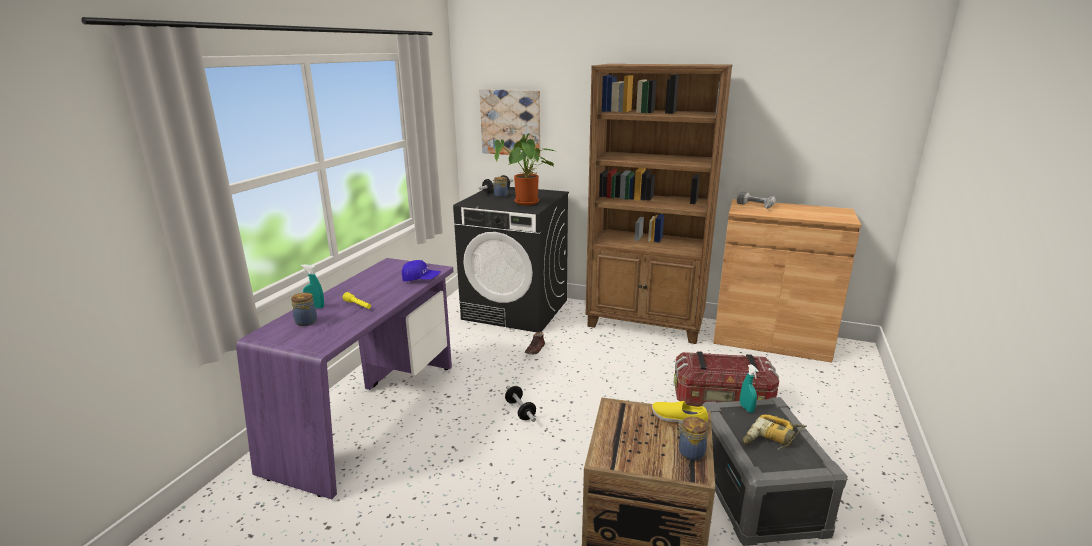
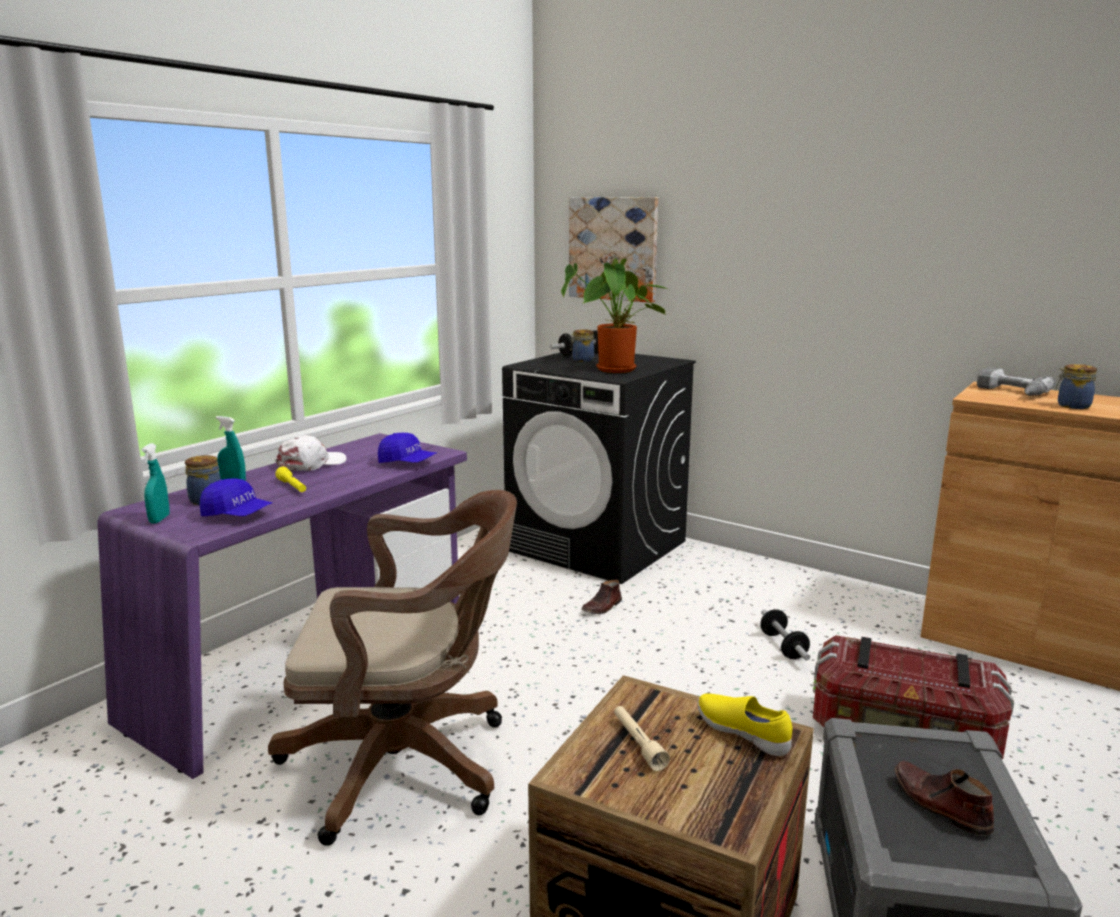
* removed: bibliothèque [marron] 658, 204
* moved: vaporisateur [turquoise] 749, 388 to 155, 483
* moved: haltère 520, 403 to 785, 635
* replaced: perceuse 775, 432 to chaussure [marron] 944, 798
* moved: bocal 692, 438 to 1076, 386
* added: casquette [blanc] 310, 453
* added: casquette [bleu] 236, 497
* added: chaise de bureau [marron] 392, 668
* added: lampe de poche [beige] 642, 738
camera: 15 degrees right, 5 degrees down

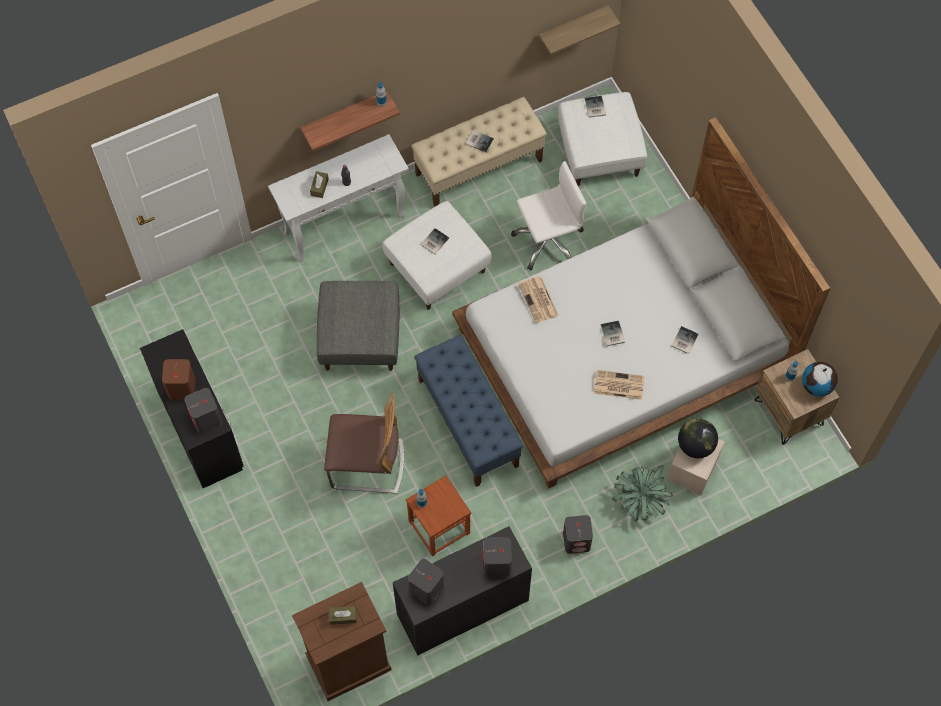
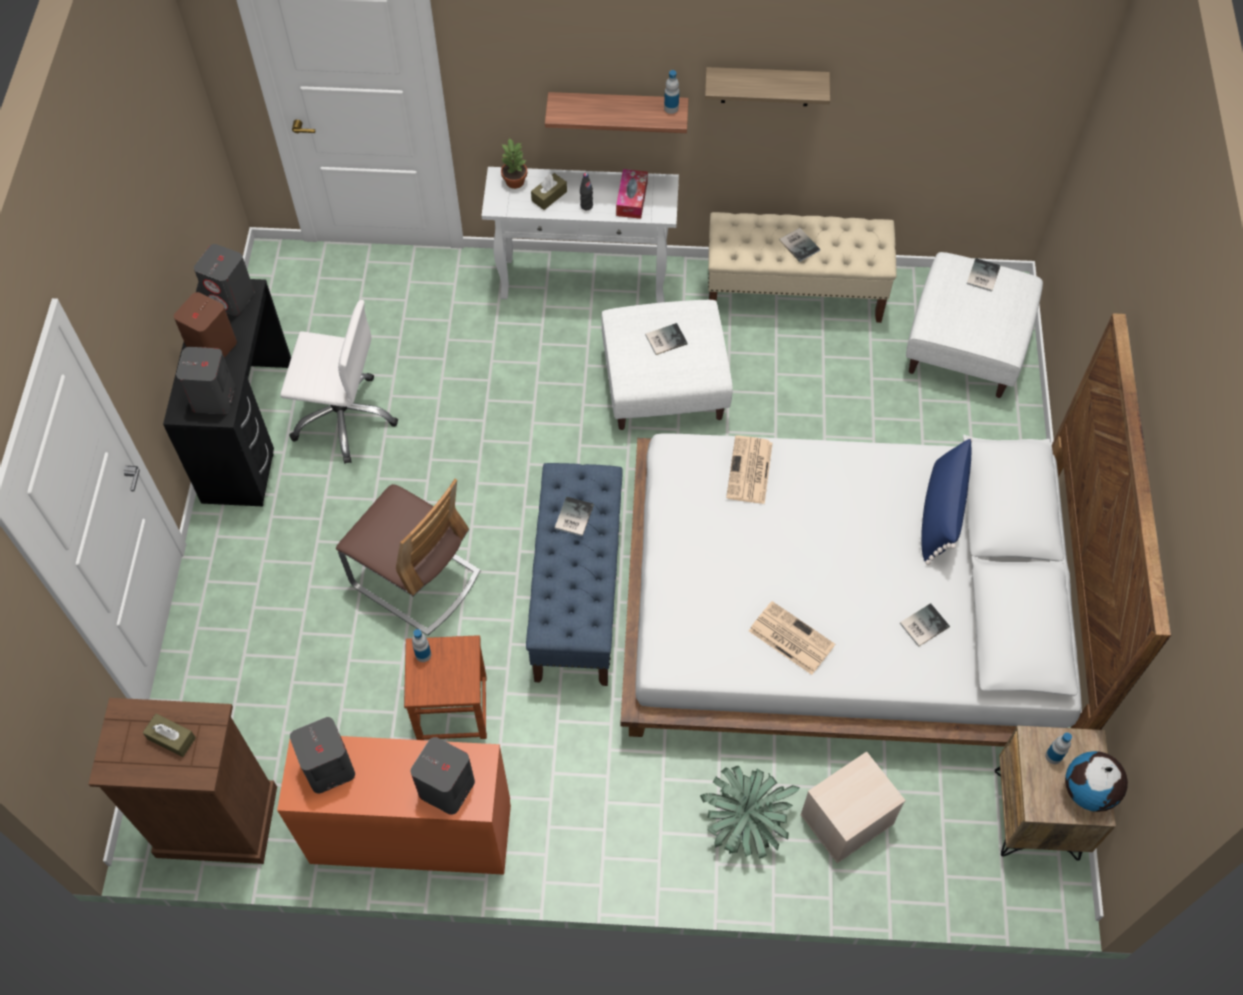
* moved: étagère 579, 30 to 767, 86
* moved: chaise de bureau [blanc] 548, 215 to 339, 382
* removed: pouf [gris] 358, 326
* moved: livre 613, 333 to 574, 516
* removed: globe 698, 438
* moved: enceinte [gris] 578, 534 to 224, 280
* recoloured: bureau [noir] 462, 590 to bureau [orange] 394, 805
* added: plante en pot 514, 163
* added: boîte à mouchoirs 632, 194
* added: coussin [bleu] 946, 501
camera: 30 degrees right, 5 degrees down

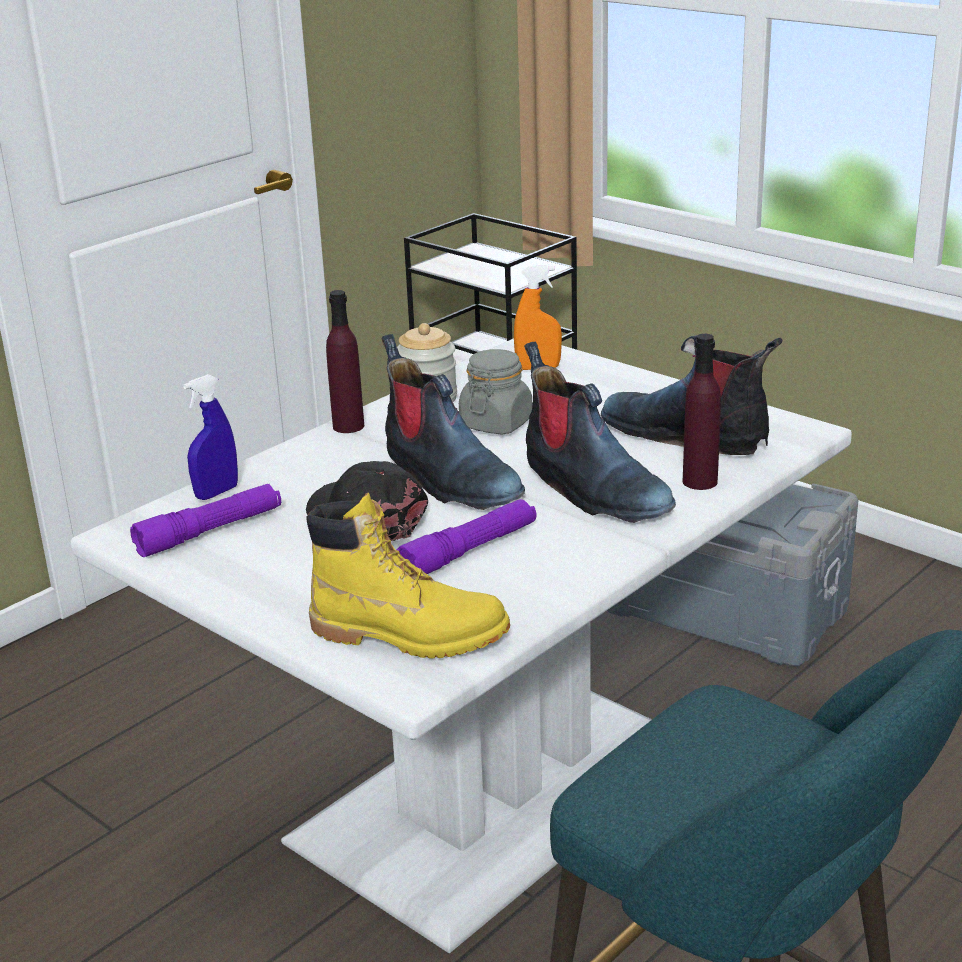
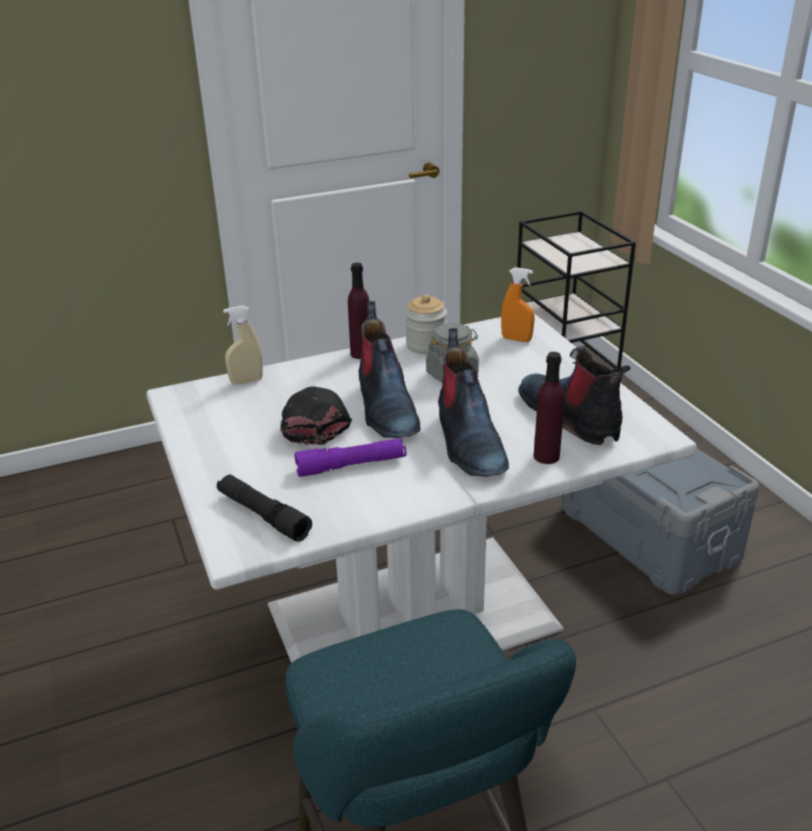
* recoloured: vaporisateur [bleu] 210, 437 to vaporisateur [beige] 243, 345
* removed: lampe de poche [violet] 205, 520
* replaced: botte [jaune] 408, 575 to lampe de poche [noir] 264, 508
camera: 25 degrees right, 5 degrees up

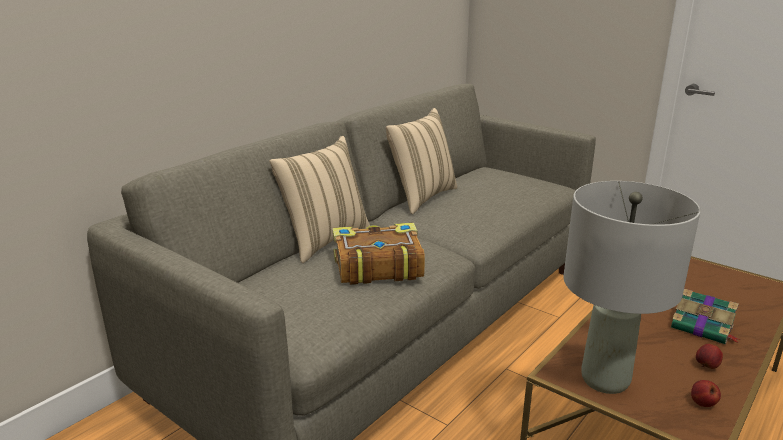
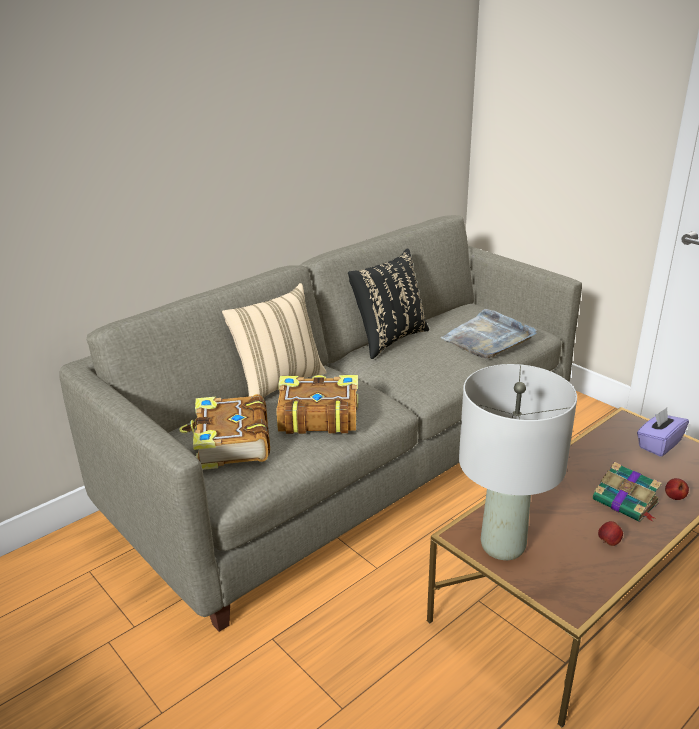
* recoloured: coussin [beige] 422, 161 to coussin [noir] 388, 303
* moved: pomme 706, 393 to 677, 489
* added: plateau [gris] 489, 334
* added: livre 224, 432
* added: boîte à mouchoirs [violet] 663, 432
camera: 10 degrees right, 5 degrees up

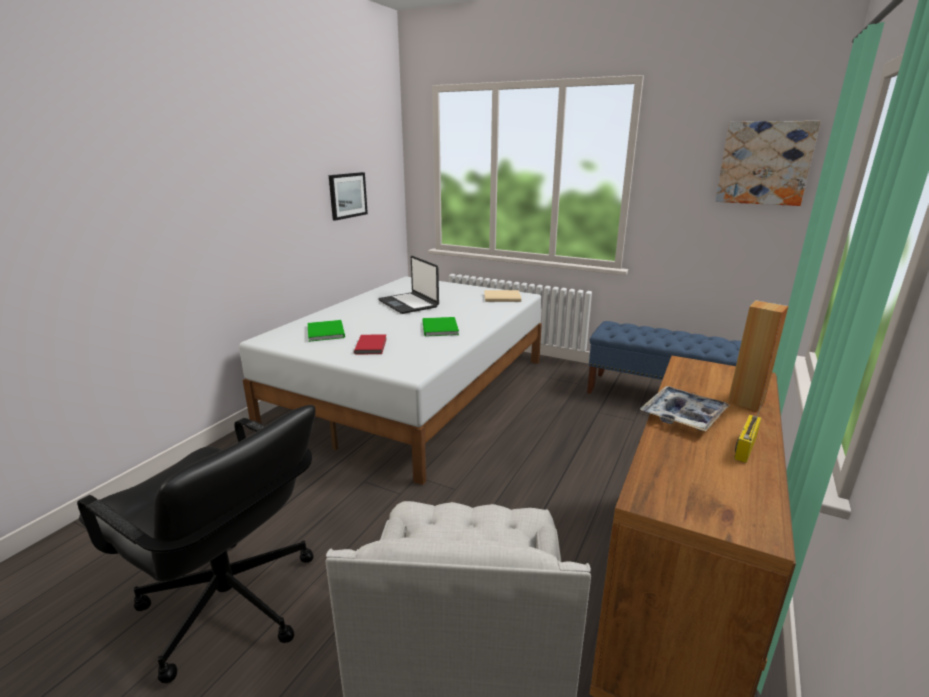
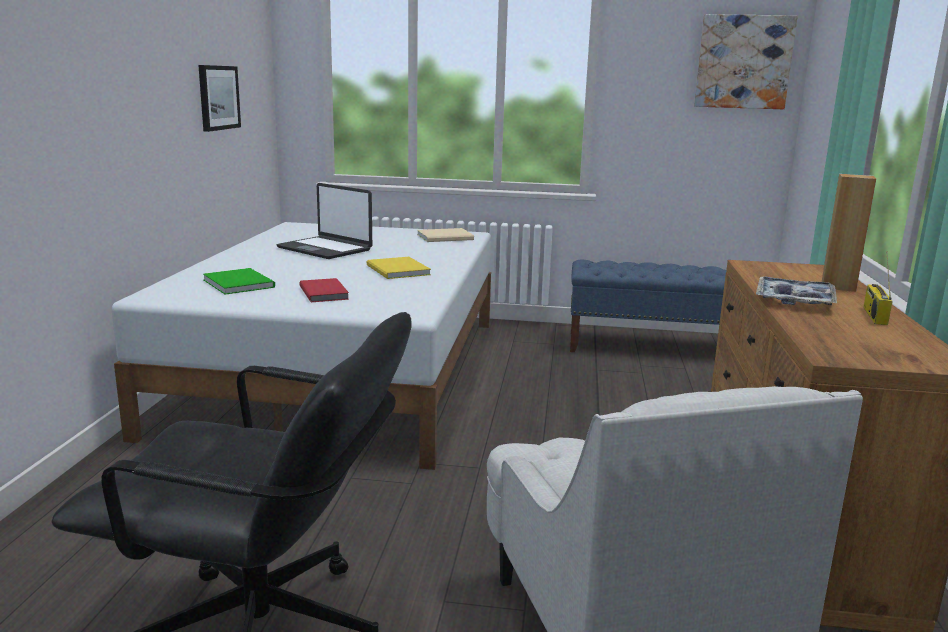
* recoloured: livre [vert] 440, 327 to livre [jaune] 399, 268
camera: 20 degrees left, 5 degrees down

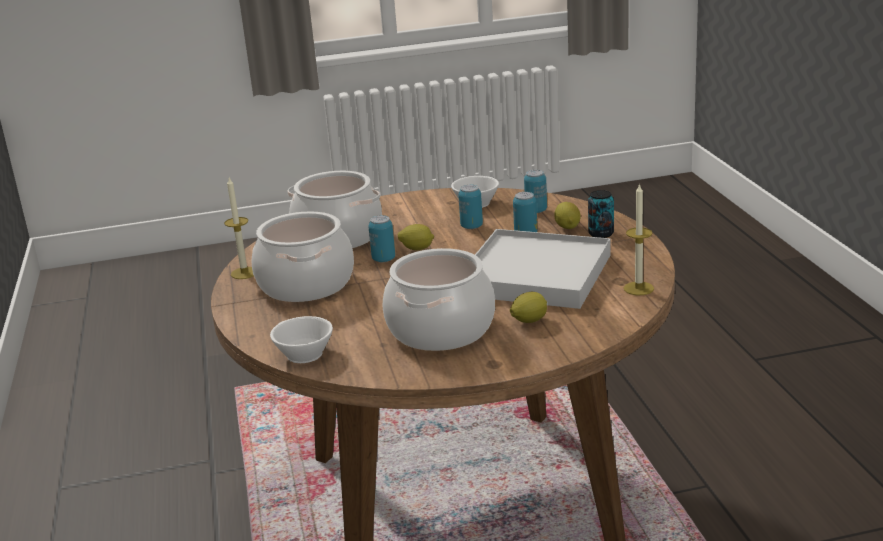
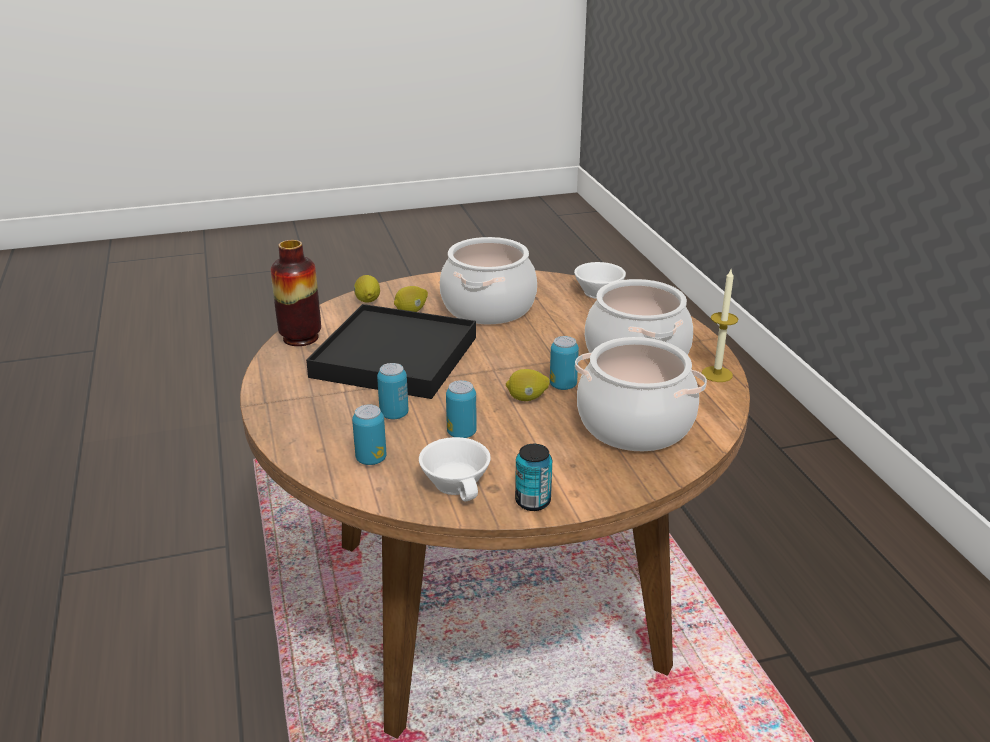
* replaced: bougie 639, 239 to vase 296, 293
* moved: boîte métallique 601, 214 to 533, 477
* moved: citron 567, 215 to 367, 289
* recoloured: plateau [blanc] 542, 269 to plateau [noir] 391, 351
camera: 175 degrees right, 5 degrees up

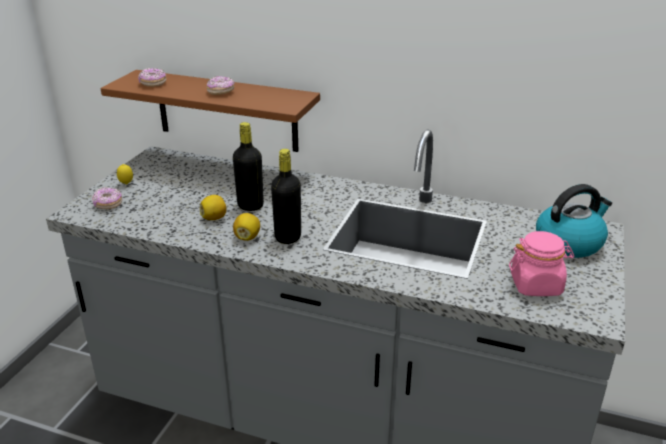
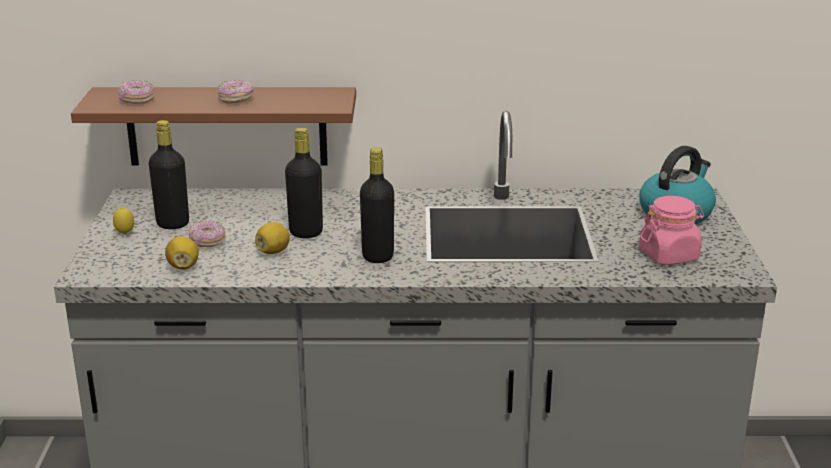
* moved: beignet 107, 198 to 207, 234
* moved: citron 246, 227 to 182, 252
* added: bouteille [noir] 169, 174
camera: 20 degrees left, 5 degrees down

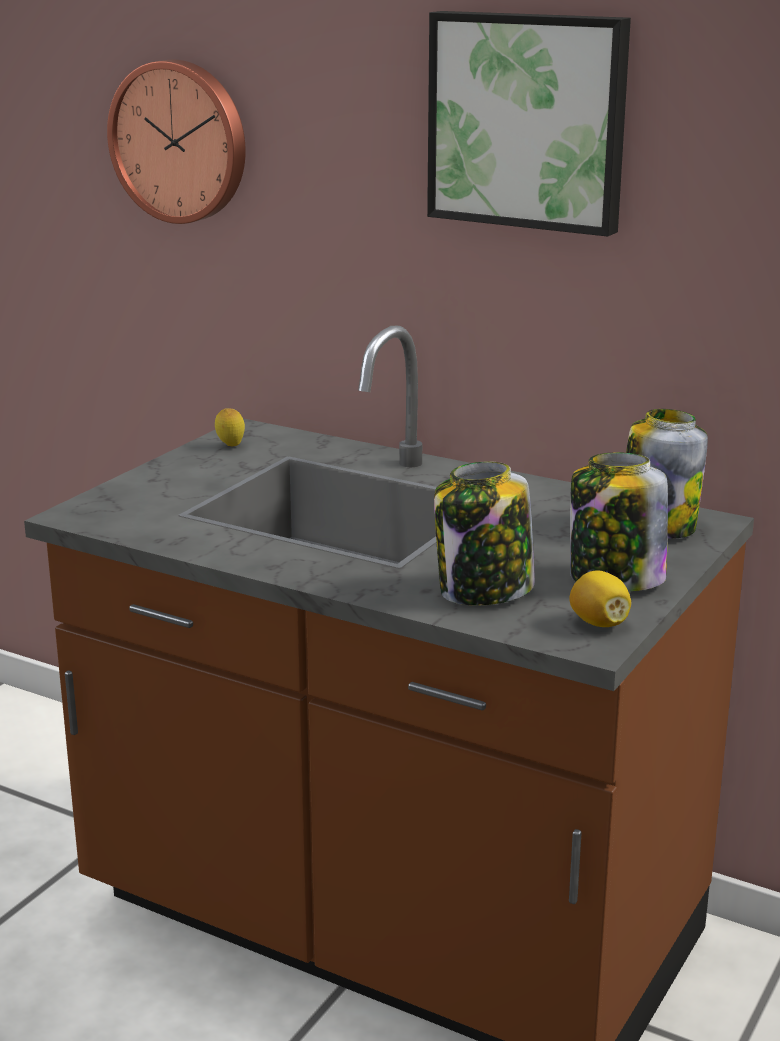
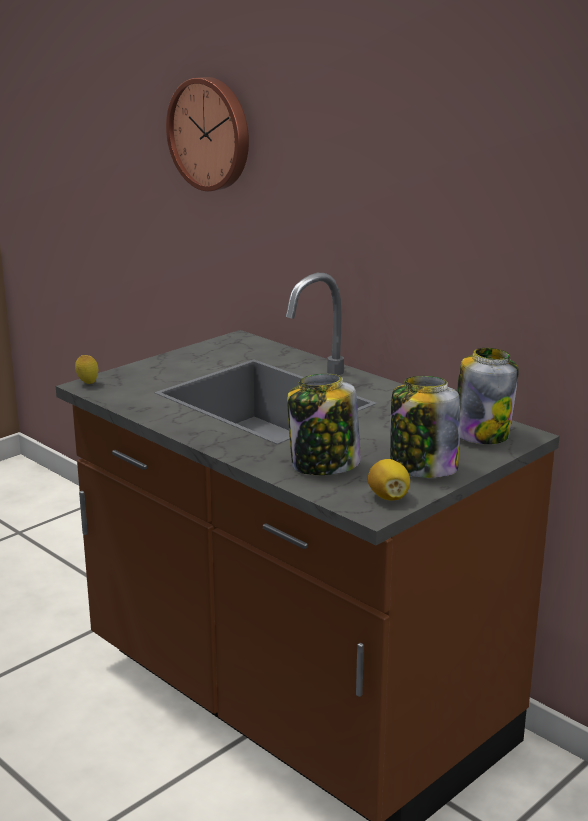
* removed: tableau 529, 124
* moved: citron 230, 427 to 86, 369
camera: 15 degrees right, 0 degrees up

